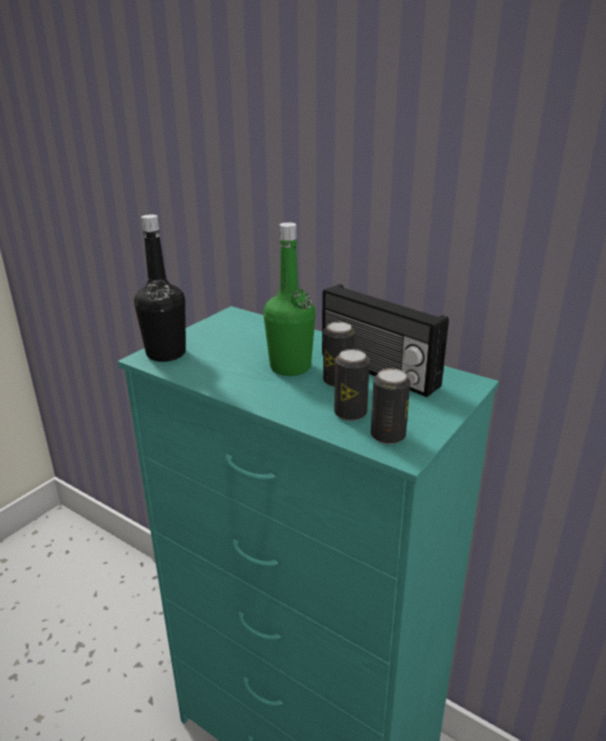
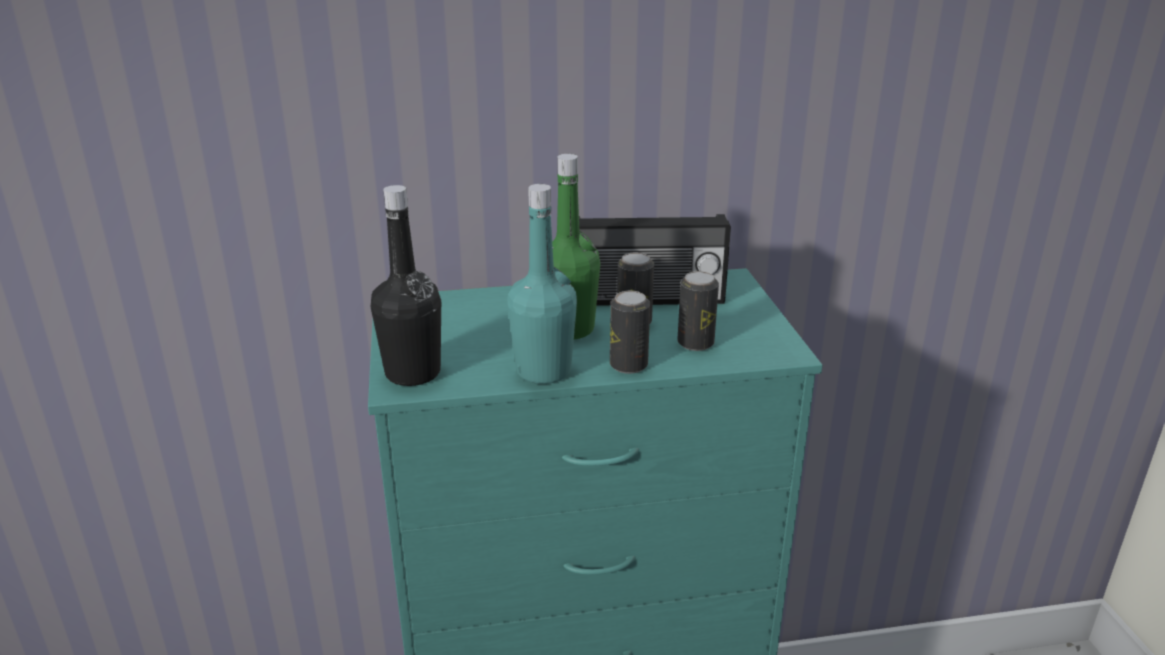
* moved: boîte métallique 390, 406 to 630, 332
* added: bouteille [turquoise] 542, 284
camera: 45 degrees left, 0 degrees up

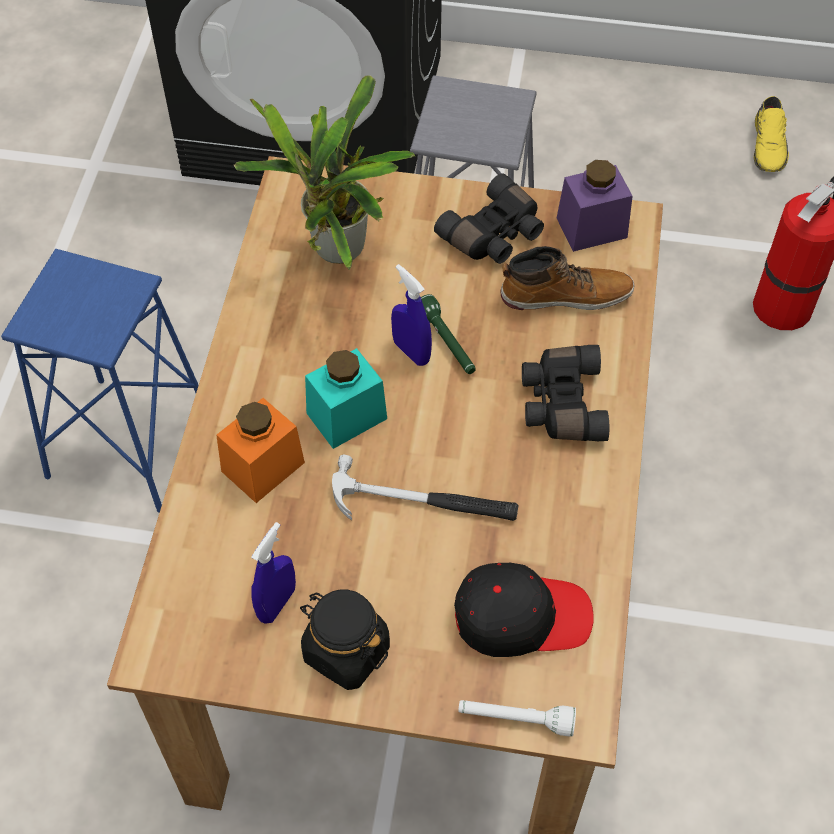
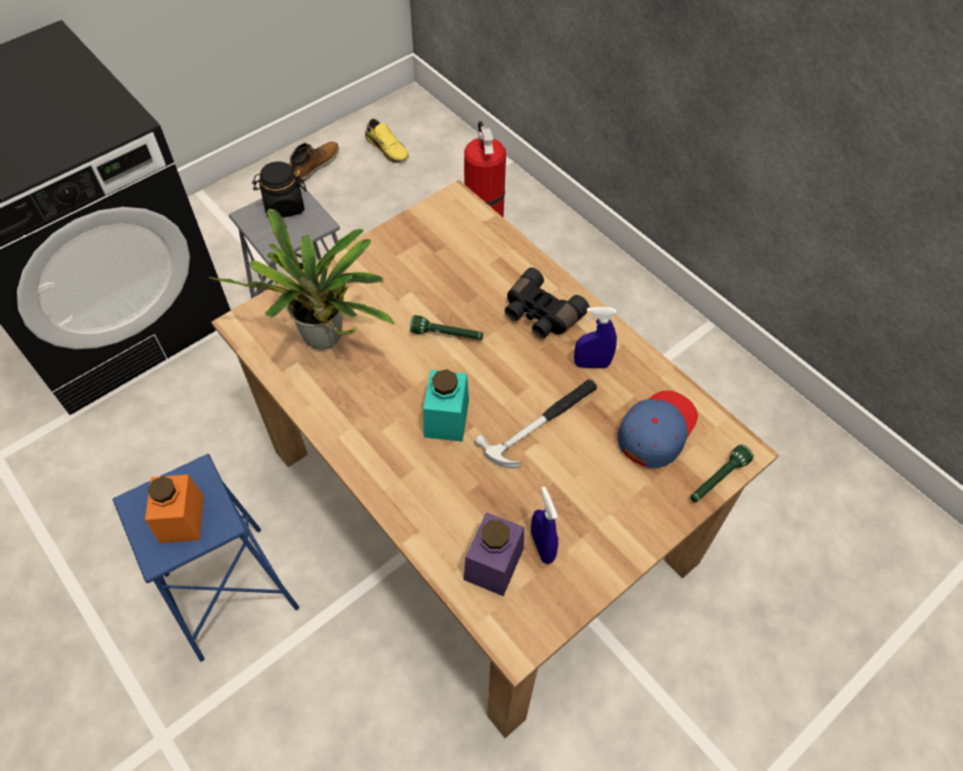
* moved: bocal [violet] 595, 206 to 493, 554
* removed: jumelles [noir] 489, 218
* moved: botte 567, 278 to 313, 162
* moved: vaporisateur [bleu] 411, 315 to 595, 337
* moved: bocal [orange] 260, 450 to 174, 509
* recoloured: casquette [noir] 524, 610 to casquette [bleu] 658, 429
* moved: bocal [noir] 345, 639 to 279, 189
* recoloured: lampe de poche [blanc] 517, 718 to lampe de poche [vert] 722, 473
camera: 50 degrees left, 0 degrees up

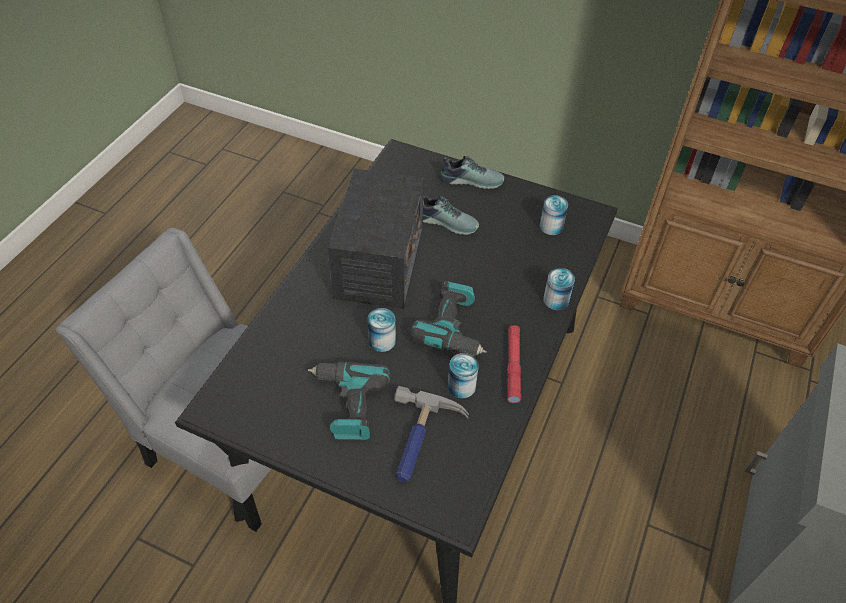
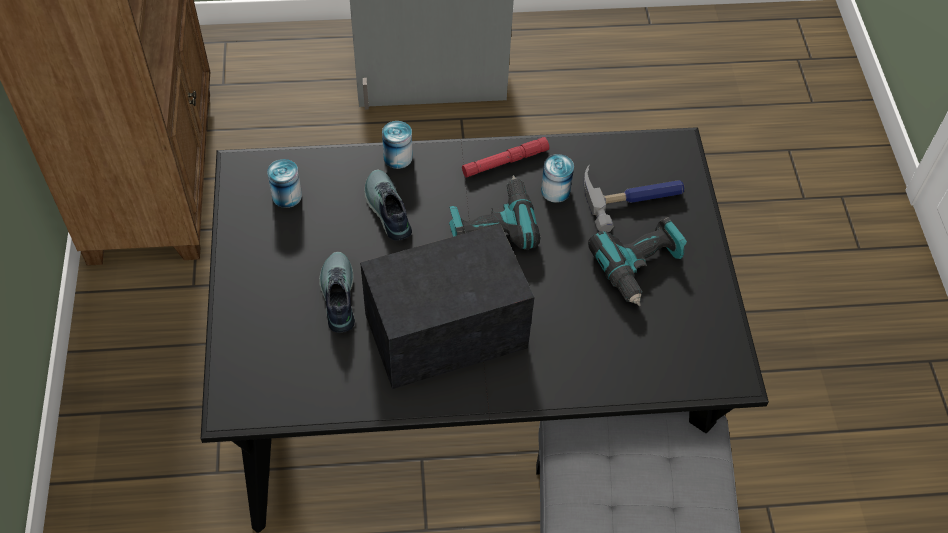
* moved: chaussure 471, 172 to 388, 205
* removed: boîte métallique 382, 330
camera: 120 degrees left, 5 degrees up

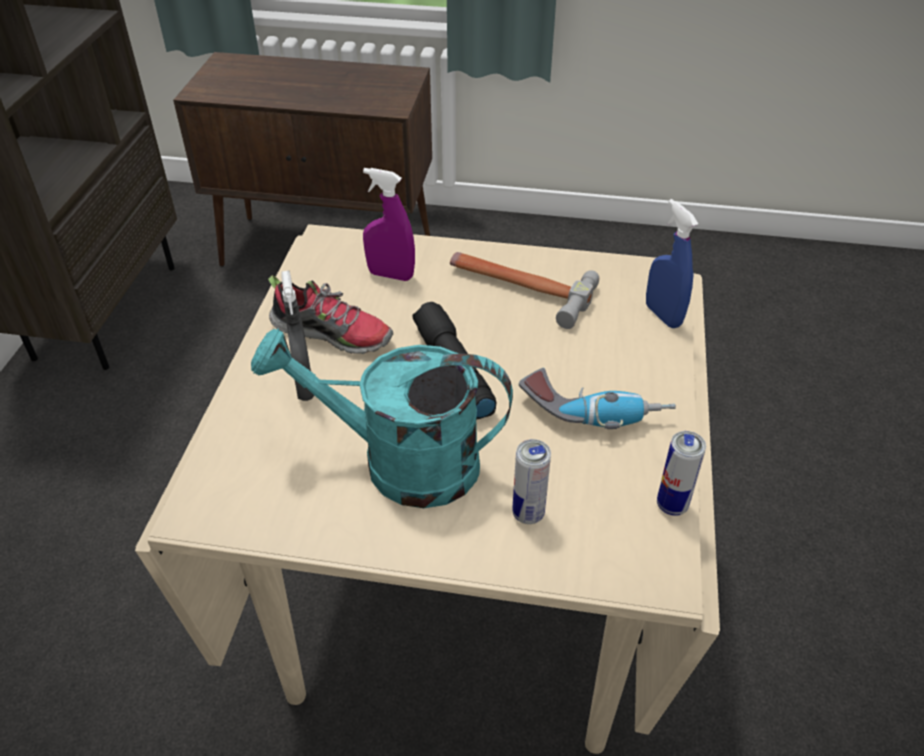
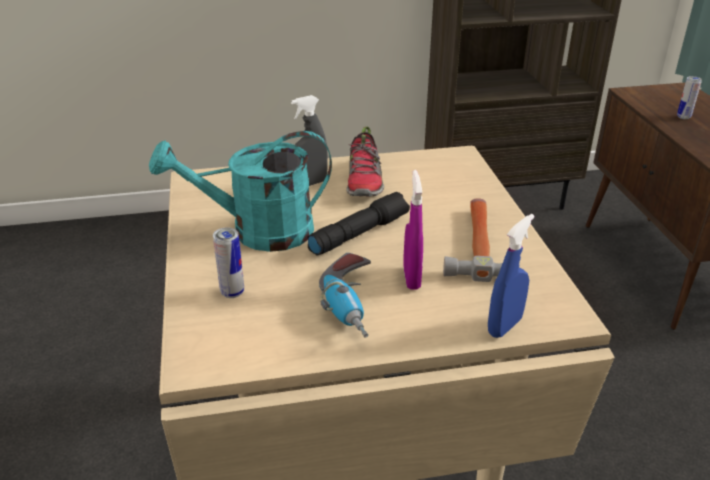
* moved: vaporisateur [violet] 389, 224 to 413, 230
* turned: arrosoir [turquoise] 382, 418 = 240, 191 90 degrees counterclockwise
* moved: boîte métallique 681, 473 to 689, 97
camera: 70 degrees right, 10 degrees down

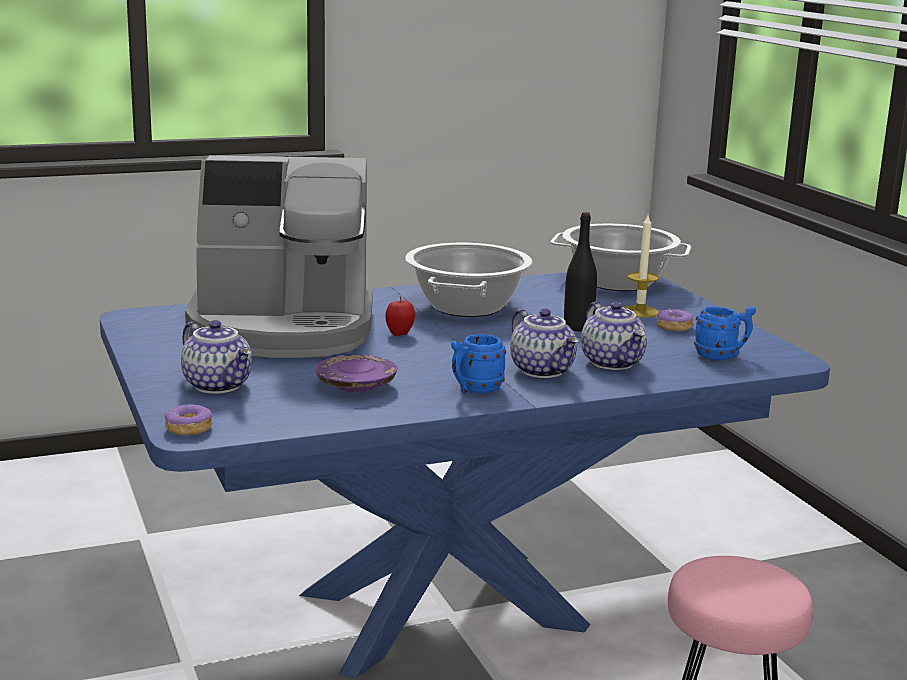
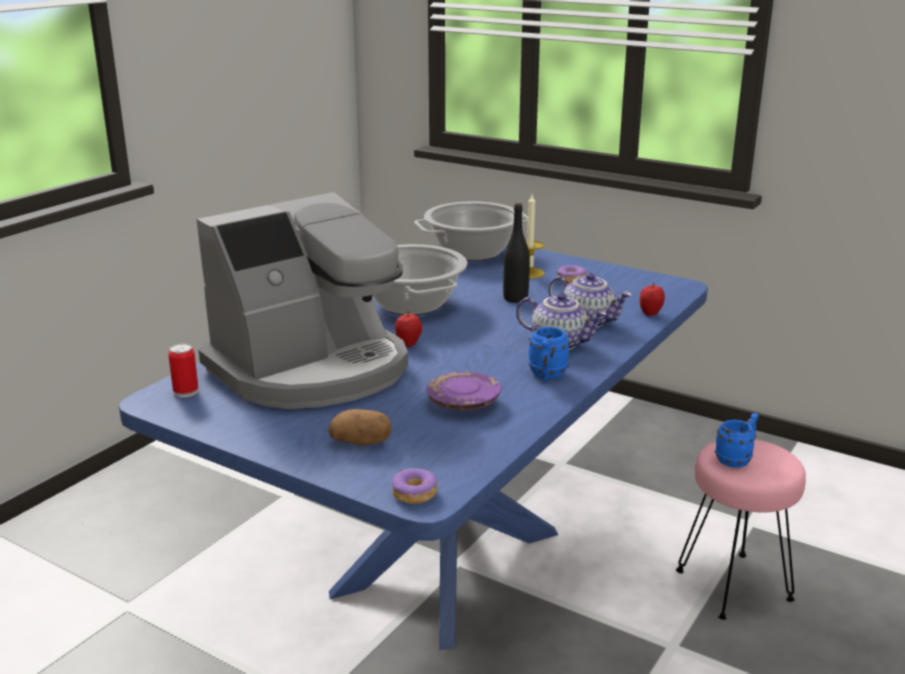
* moved: mug [bleu] 725, 333 to 737, 440
* replaced: théière 216, 357 to pomme de terre 360, 427
* added: pomme 652, 299
* added: boîte métallique 183, 370
camera: 35 degrees left, 5 degrees up

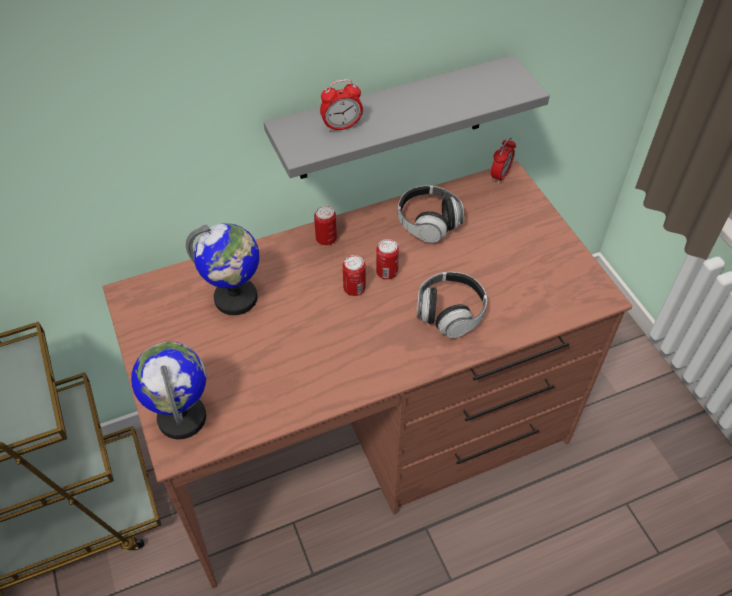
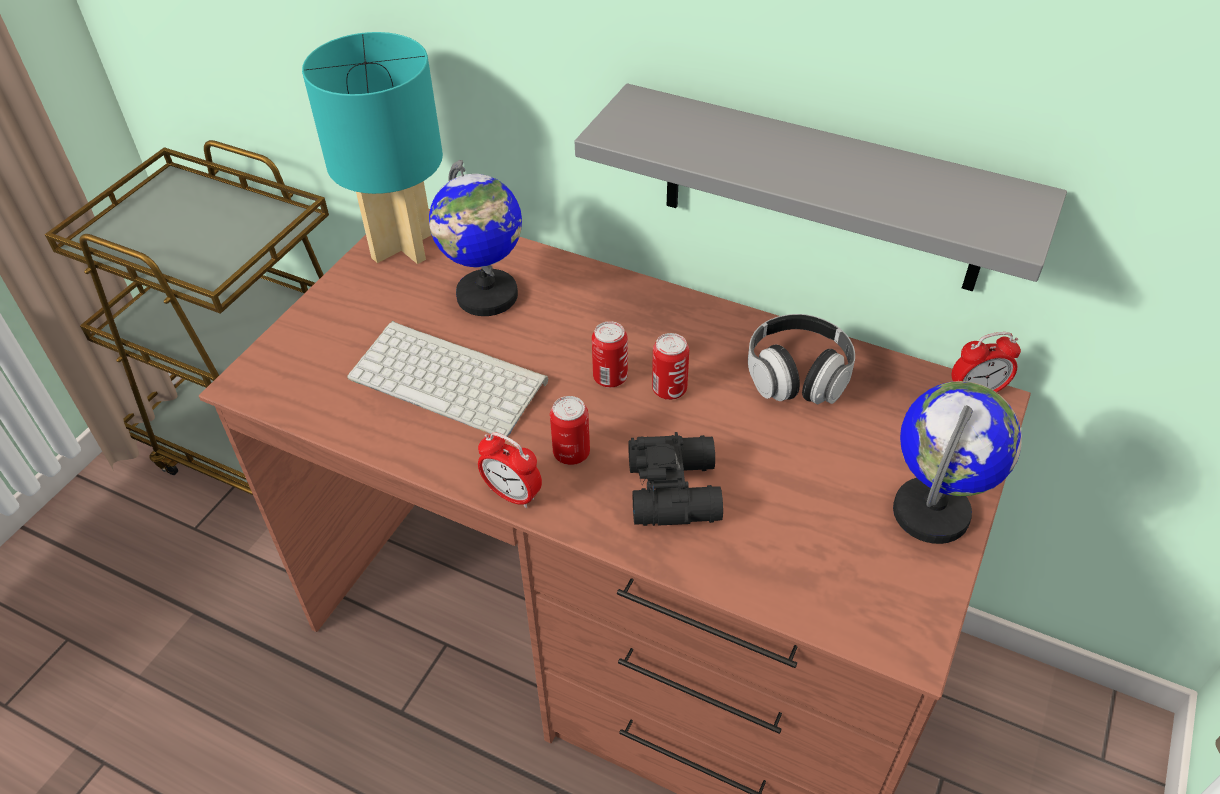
* moved: réveil 341, 105 to 510, 470
* moved: boîte métallique 325, 225 to 570, 430
* replaced: casque audio 451, 305 to jumelles [noir] 676, 479
* moved: globe 168, 390 to 957, 462
* added: lampe de table [turquoise] 372, 148
* added: clavier 447, 379
camera: 50 degrees right, 5 degrees down

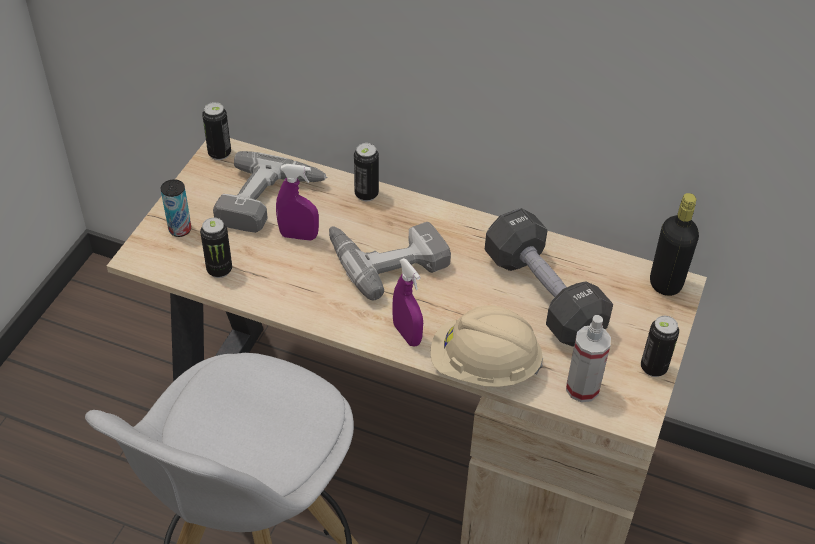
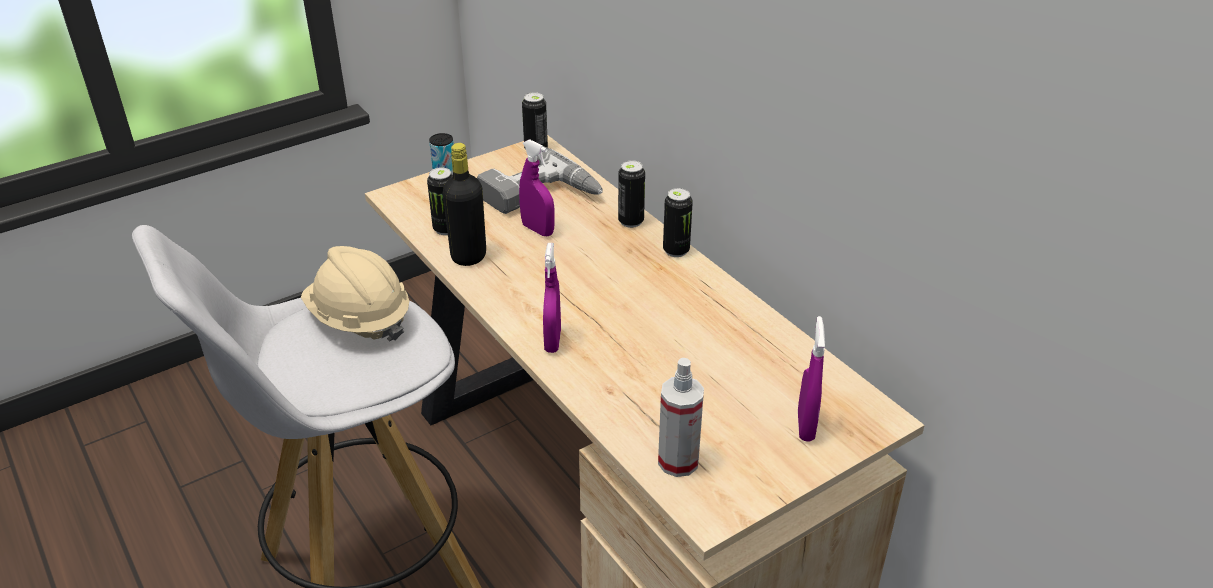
* moved: bouteille [noir] 674, 244 to 464, 204
* removed: haltère [noir] 549, 277
* removed: perceuse 390, 261
* moved: casque de chantier [beige] 486, 346 to 355, 293
* moved: boîte métallique 660, 346 to 678, 222
* added: vaporisateur [violet] 811, 379
camera: 35 degrees right, 10 degrees down

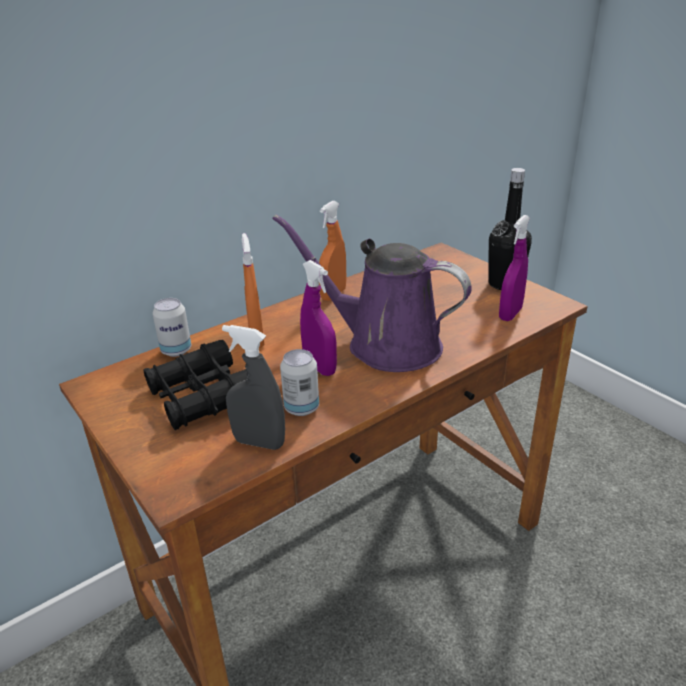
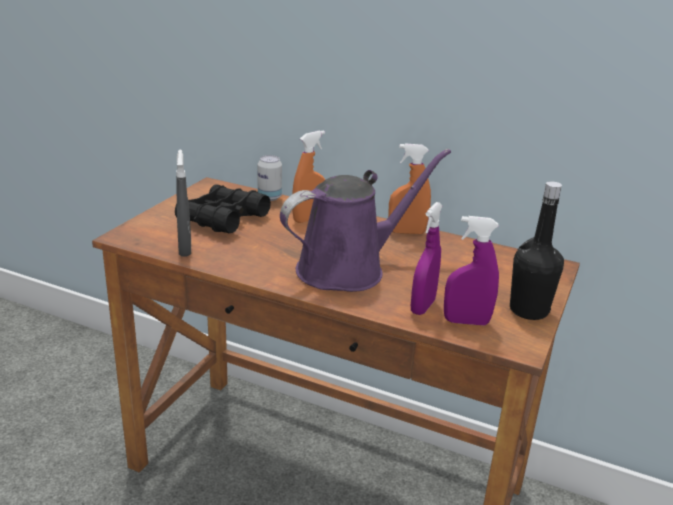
* turned: arrosoir [violet] 372, 293 = 365, 220 60 degrees clockwise
* moved: vaporisateur [violet] 318, 318 to 427, 258
* removed: boîte métallique 299, 382
camera: 60 degrees right, 5 degrees down

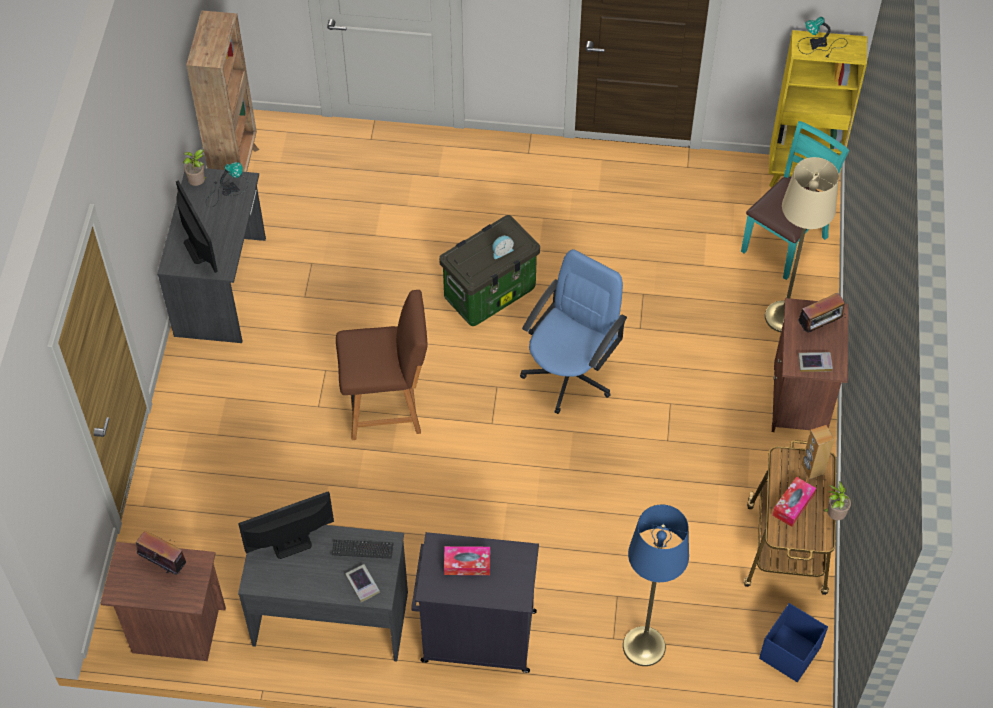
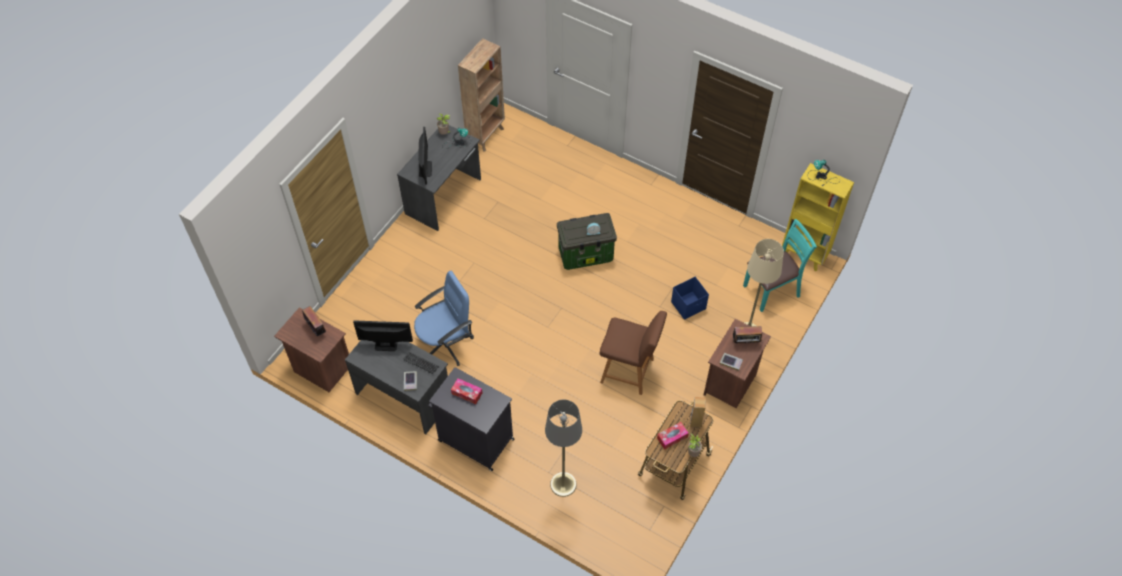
* moved: chaise de bureau [bleu] 573, 331 to 444, 318
* moved: chaise [marron] 382, 365 to 633, 353
* recoloured: lampadaire [bleu] 656, 585 to lampadaire [gris] 563, 448
* moved: boîte de rangement [bleu] 793, 642 to 690, 298
camera: 25 degrees right, 0 degrees up

